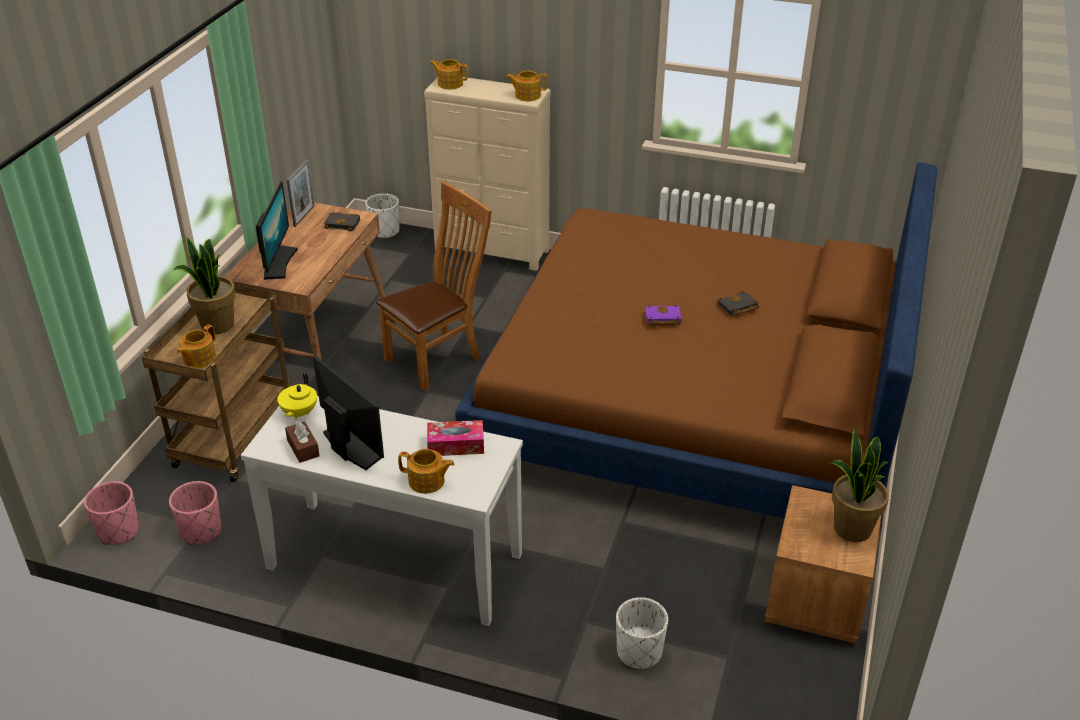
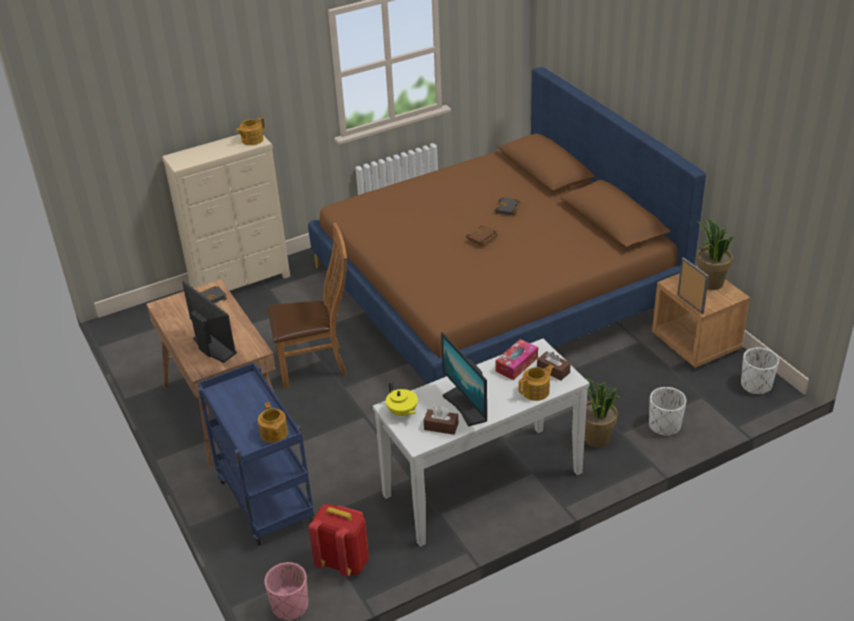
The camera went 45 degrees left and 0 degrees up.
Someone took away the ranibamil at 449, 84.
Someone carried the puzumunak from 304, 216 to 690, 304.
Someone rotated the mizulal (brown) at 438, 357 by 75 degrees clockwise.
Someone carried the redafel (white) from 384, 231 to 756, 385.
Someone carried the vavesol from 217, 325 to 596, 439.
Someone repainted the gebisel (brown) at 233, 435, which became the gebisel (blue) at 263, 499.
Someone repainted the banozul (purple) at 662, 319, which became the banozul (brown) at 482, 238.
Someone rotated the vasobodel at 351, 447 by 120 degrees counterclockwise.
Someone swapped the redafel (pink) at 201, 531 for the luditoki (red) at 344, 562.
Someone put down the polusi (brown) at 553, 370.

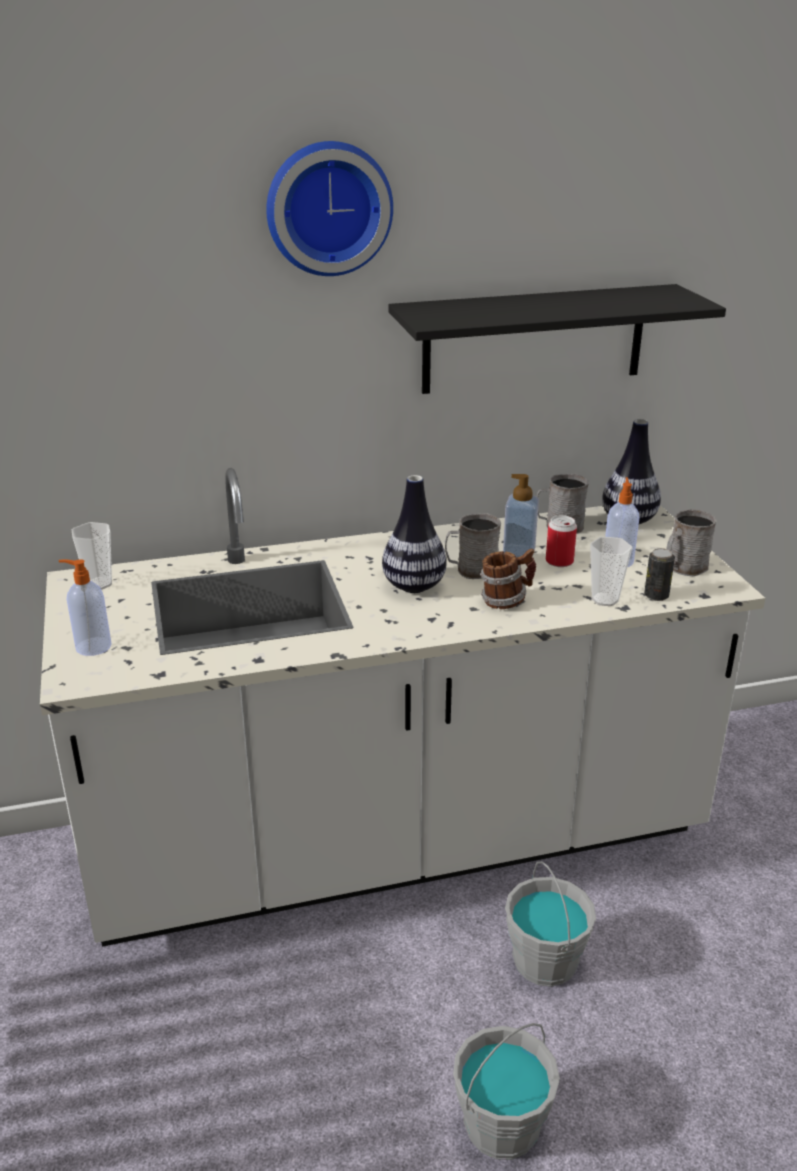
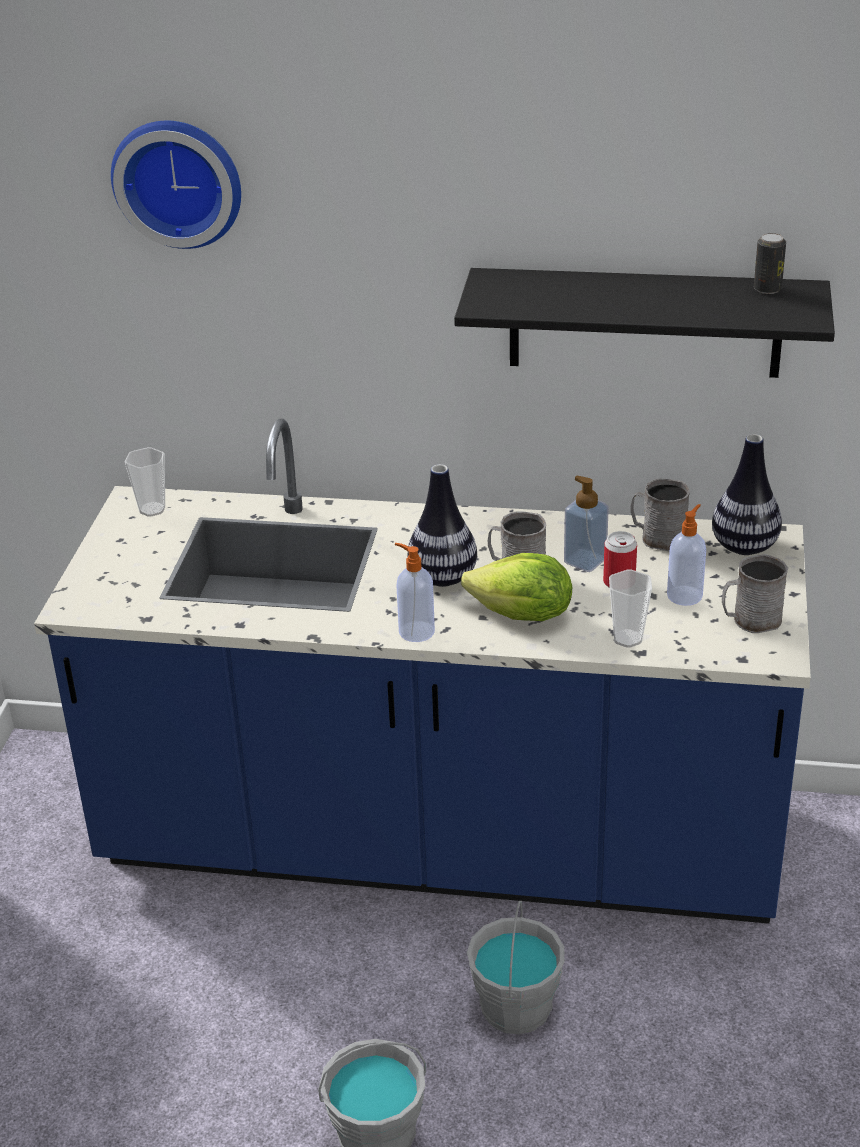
The camera went 25 degrees right and 5 degrees up.
Someone carried the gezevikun from 328, 208 to 179, 181.
Someone repainted the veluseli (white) at 398, 844, which became the veluseli (blue) at 440, 847.
Someone swapped the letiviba at 506, 601 for the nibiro at 522, 616.
Someone carried the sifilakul from 656, 595 to 767, 289.
Someone carried the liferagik from 92, 646 to 415, 631.

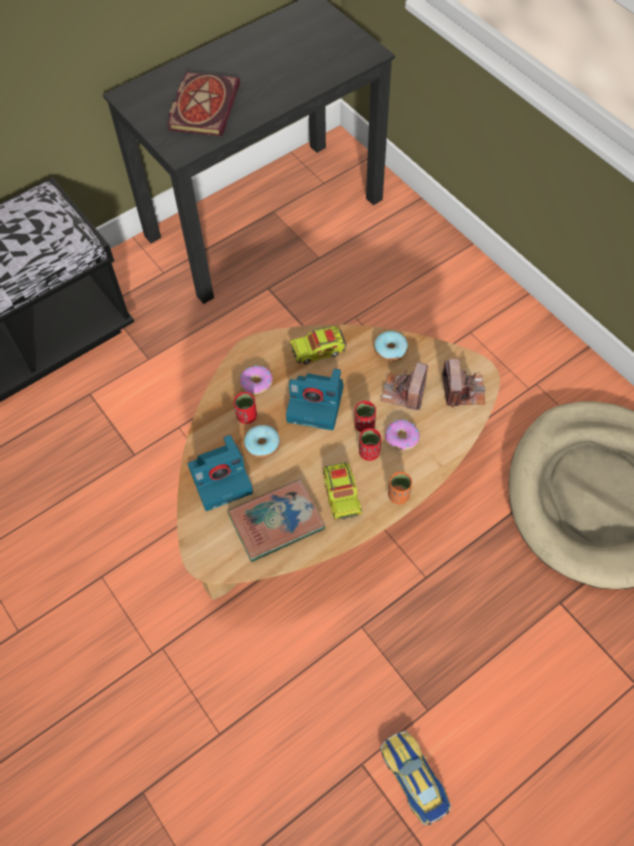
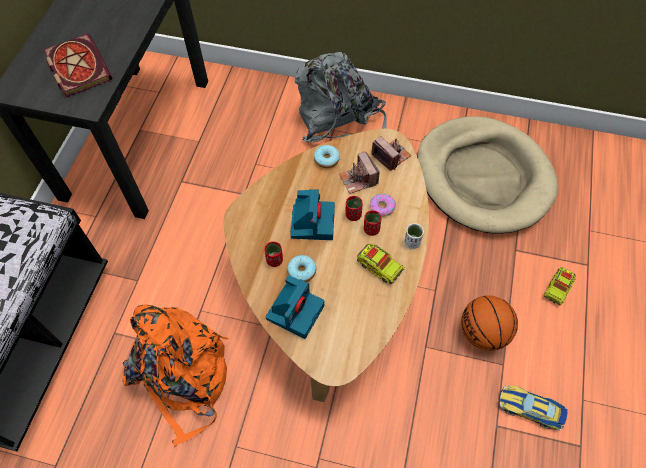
The camera went 40 degrees left and 0 degrees up.
Someone carried the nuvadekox from 318, 350 to 558, 288.
Someone took away the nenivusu at 256, 383.
Someone rotated the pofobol at 317, 404 by 60 degrees counterclockwise.
Someone repainted the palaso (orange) at 398, 495, which became the palaso (white) at 412, 242.
Someone took away the banozul at 276, 522.
Someone put down the luditoki (grey) at 339, 118.
Someone put down the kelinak at 483, 332.
Someone put down the luditoki (orange) at 182, 376.

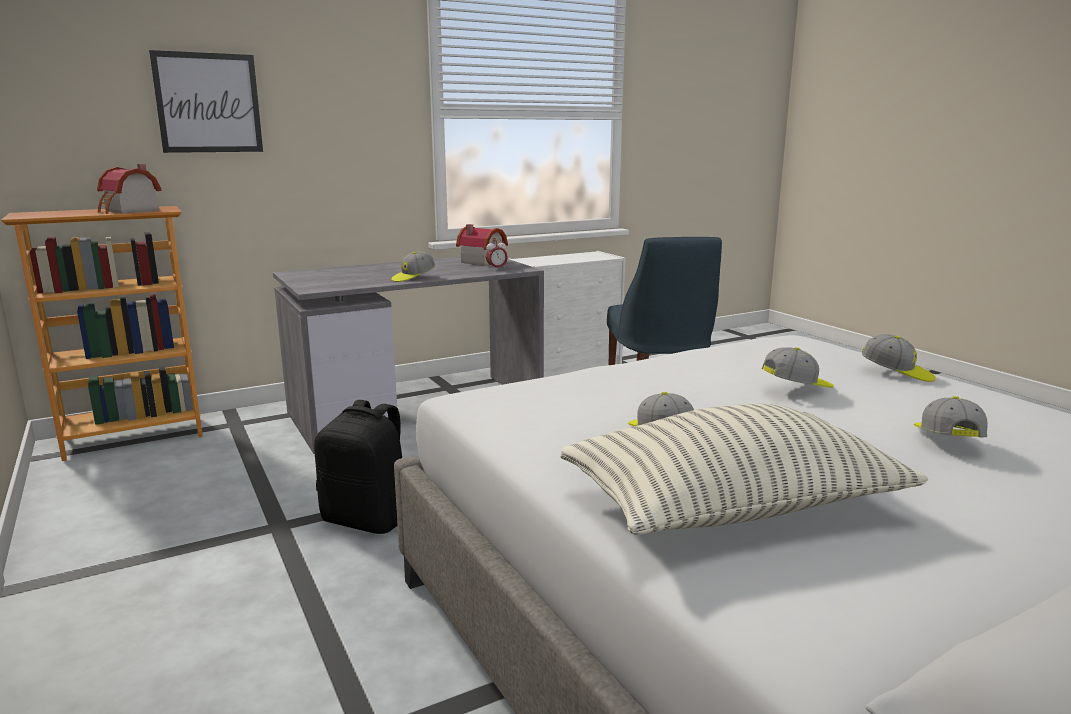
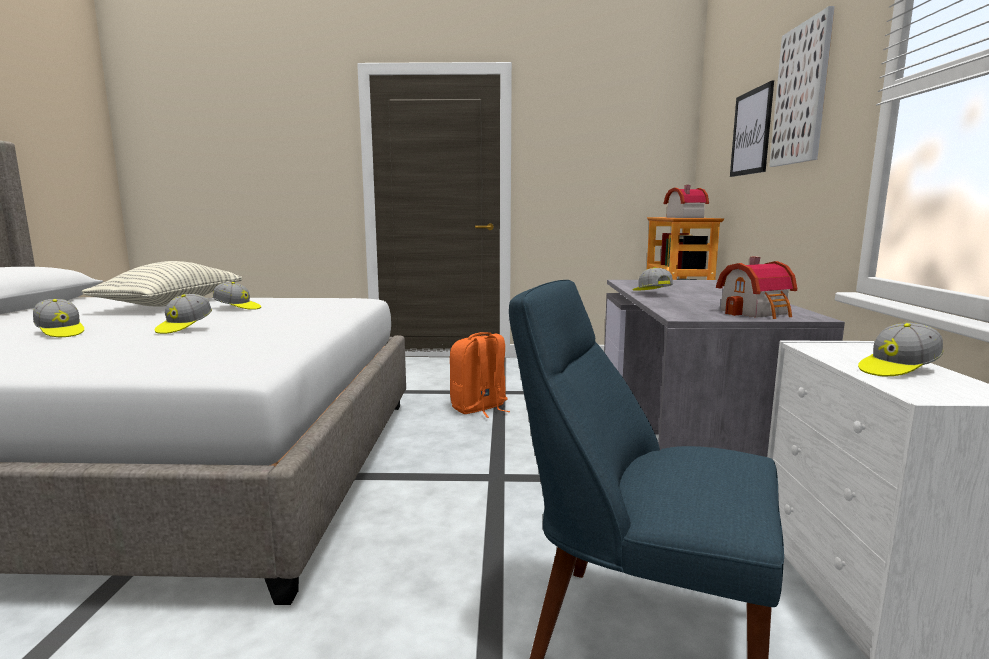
The camera went 120 degrees right and 5 degrees down.
Someone took away the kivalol at 496, 269.
Someone carried the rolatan from 896, 373 to 897, 369.
Someone repainted the luditoki (black) at 368, 519, which became the luditoki (orange) at 479, 408.
Someone put up the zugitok at 801, 94.

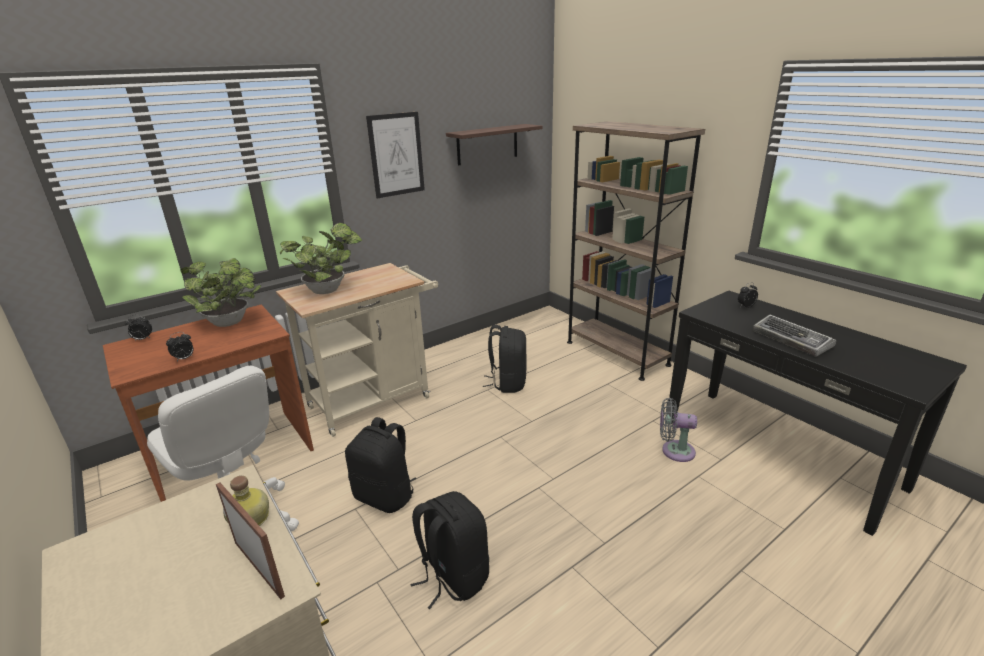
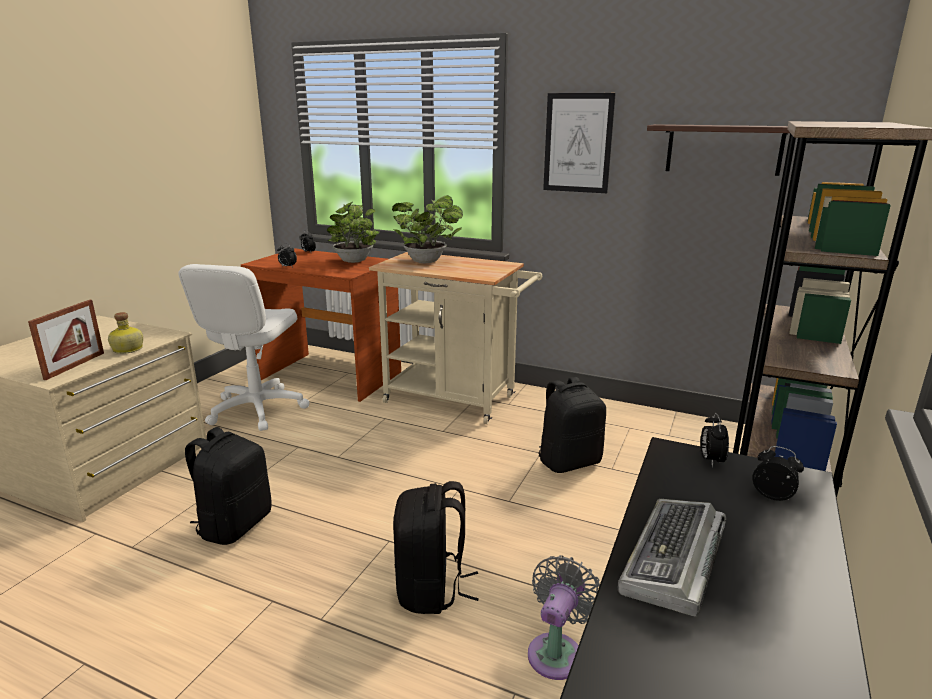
The camera went 60 degrees right and 5 degrees down.
Someone rotated the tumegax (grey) at 674, 451 by 45 degrees clockwise.
Someone carried the luditoki (black) from 385, 496 to 432, 589.
Someone put down the kivalol at 710, 460.

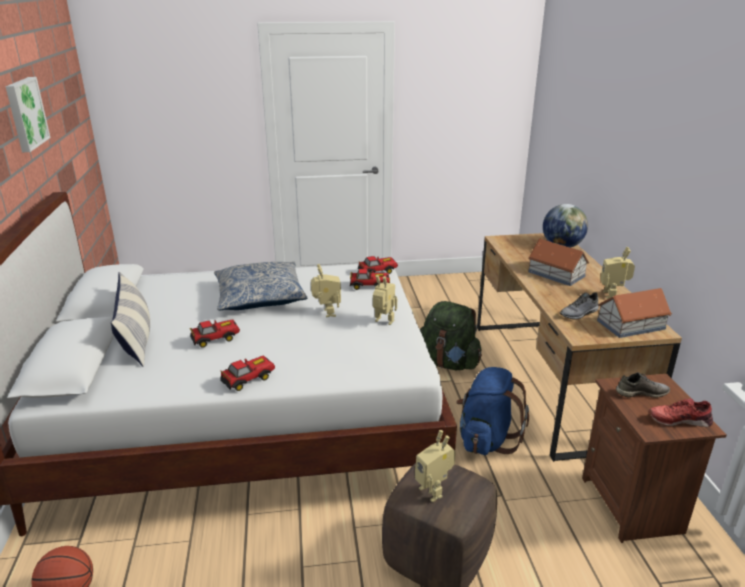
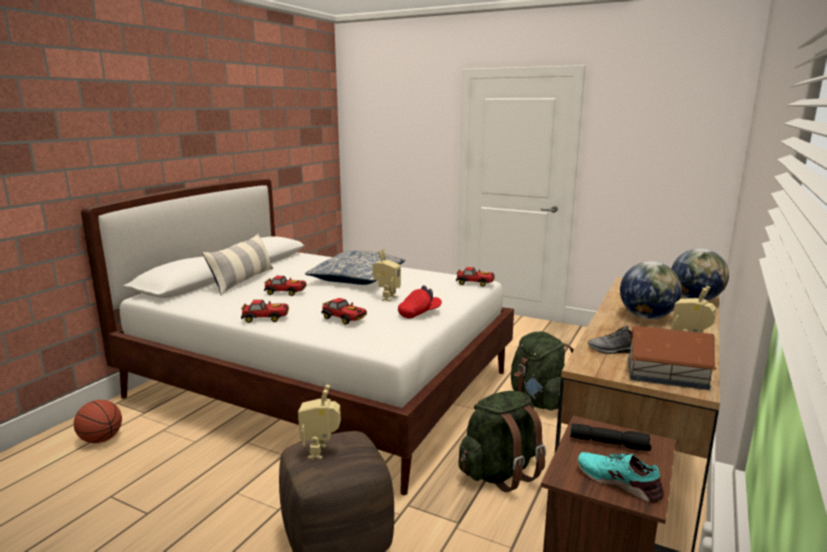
The camera went 35 degrees right and 10 degrees down.
Someone took away the zugitok at 25, 113.
Someone swapped the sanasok at 556, 273 for the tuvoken at 646, 317.
Someone carried the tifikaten from 370, 285 to 344, 319.
Someone swapped the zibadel at 383, 322 for the rolatan (red) at 419, 313.
Someone repainted the luditoki (blue) at 486, 439, which became the luditoki (green) at 500, 472.
Someone swapped the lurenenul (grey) at 641, 392 for the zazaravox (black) at 609, 443.
Someone repainted the lurenenul (red) at 679, 420, which became the lurenenul (turquoise) at 619, 481.

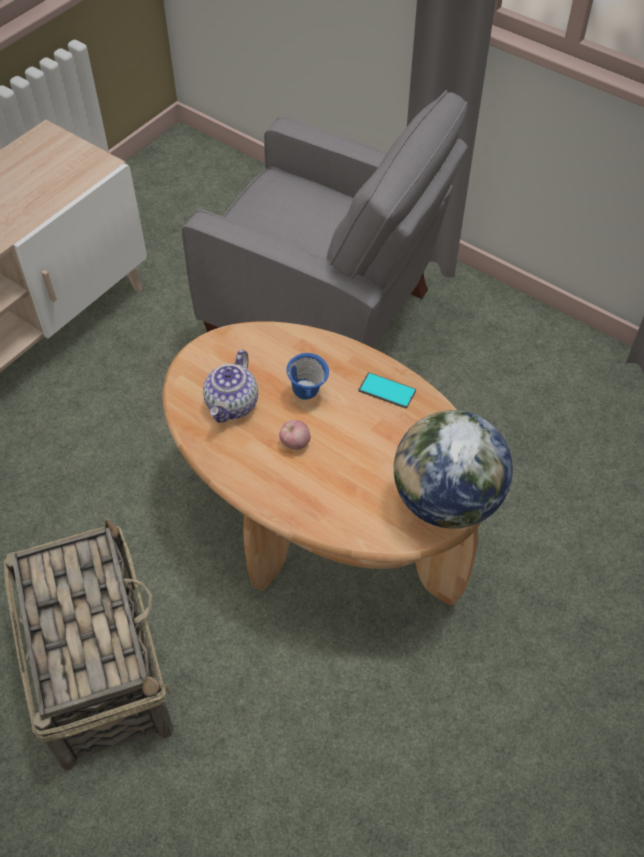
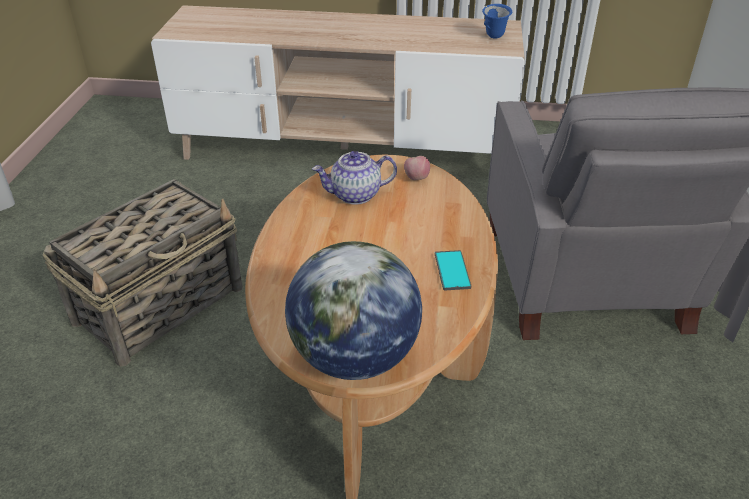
The camera went 60 degrees right and 15 degrees down.
Someone carried the letiviba (blue) from 308, 395 to 494, 37.
Someone carried the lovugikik from 295, 443 to 416, 178.

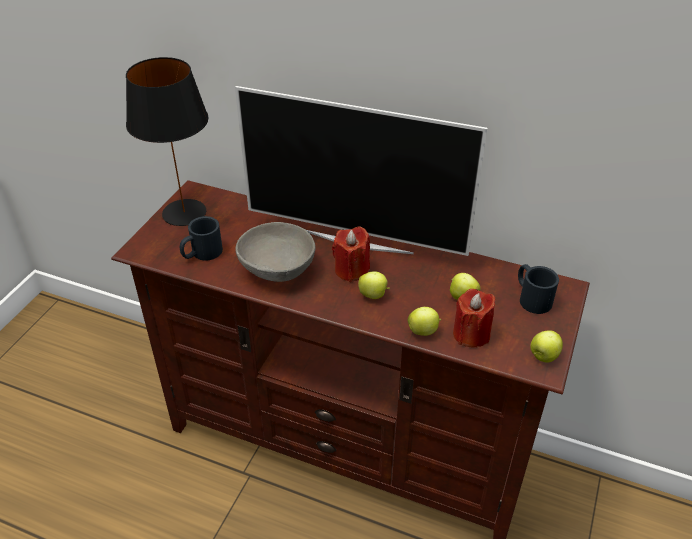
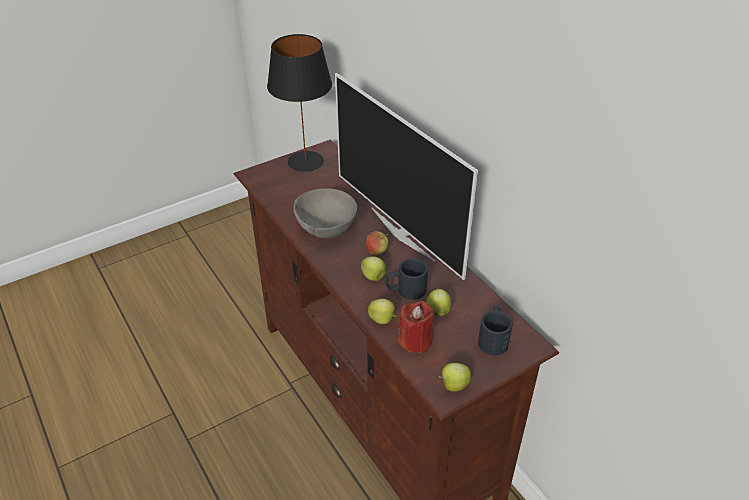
The camera went 35 degrees right and 0 degrees up.
Someone carried the letiviba (black) from 201, 254 to 405, 290.
Someone swapped the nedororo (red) at 351, 270 for the lovugikik at 377, 252.

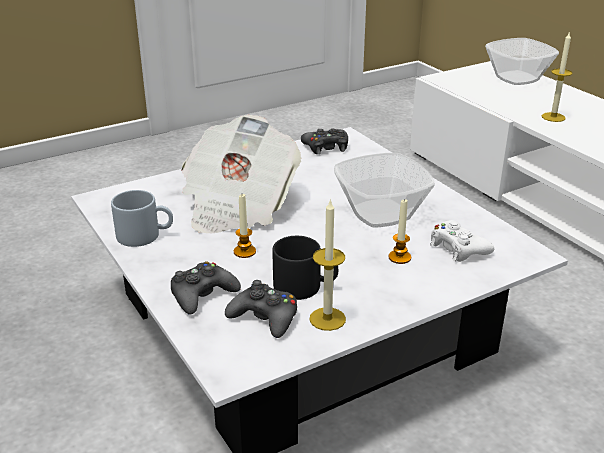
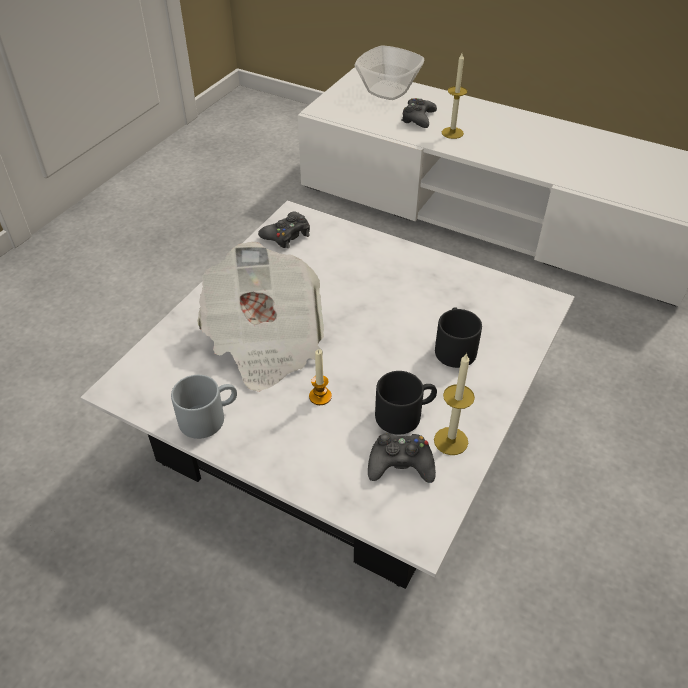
The camera went 30 degrees left and 15 degrees up.
Someone took away the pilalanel at 382, 214.
Someone swapped the nedororo at 399, 257 for the letiviba (black) at 453, 347.
Someone took away the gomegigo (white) at 458, 248.
Someone carried the gomegigo (black) from 202, 295 to 418, 118.

